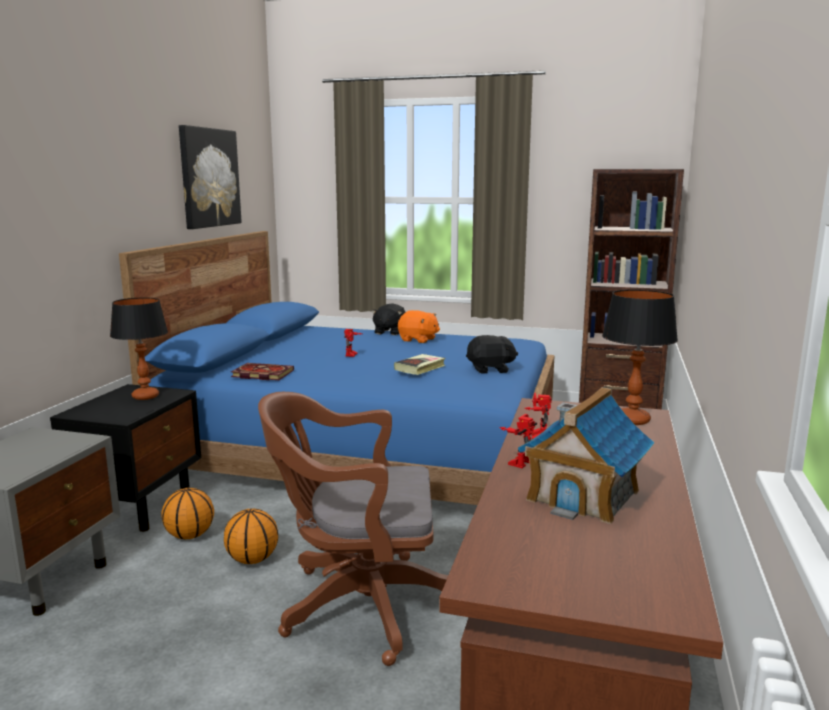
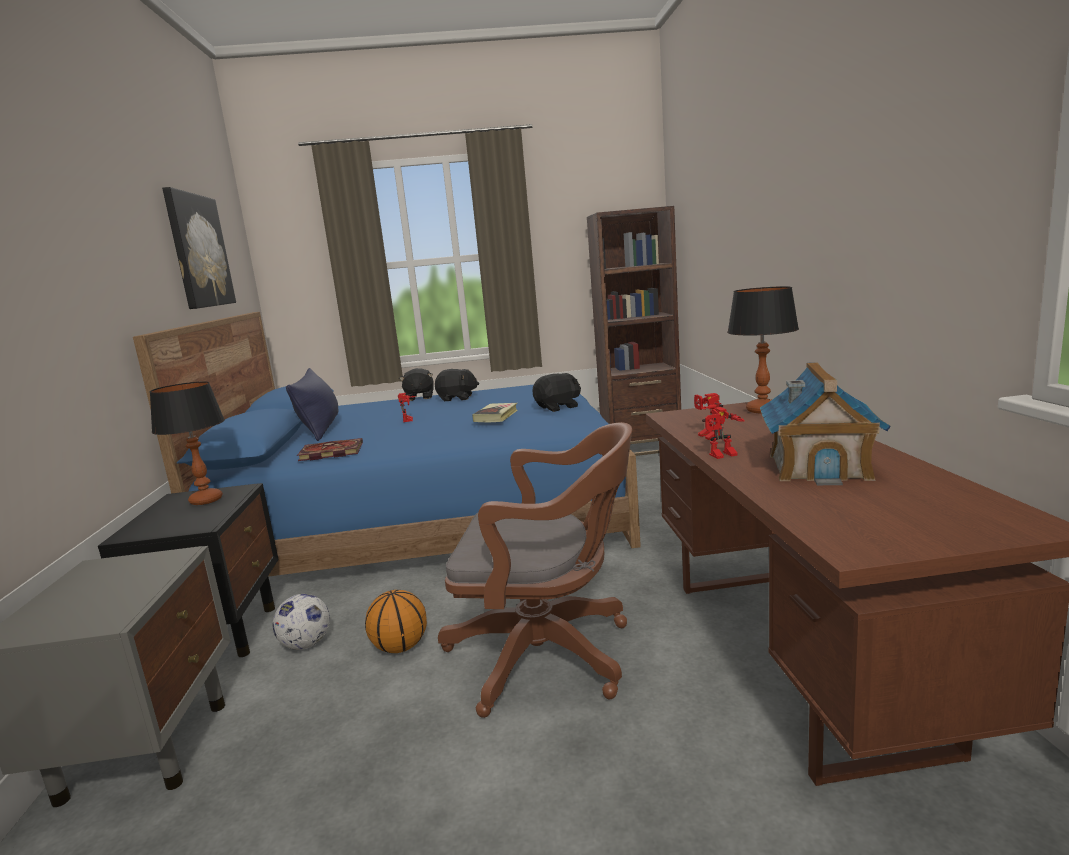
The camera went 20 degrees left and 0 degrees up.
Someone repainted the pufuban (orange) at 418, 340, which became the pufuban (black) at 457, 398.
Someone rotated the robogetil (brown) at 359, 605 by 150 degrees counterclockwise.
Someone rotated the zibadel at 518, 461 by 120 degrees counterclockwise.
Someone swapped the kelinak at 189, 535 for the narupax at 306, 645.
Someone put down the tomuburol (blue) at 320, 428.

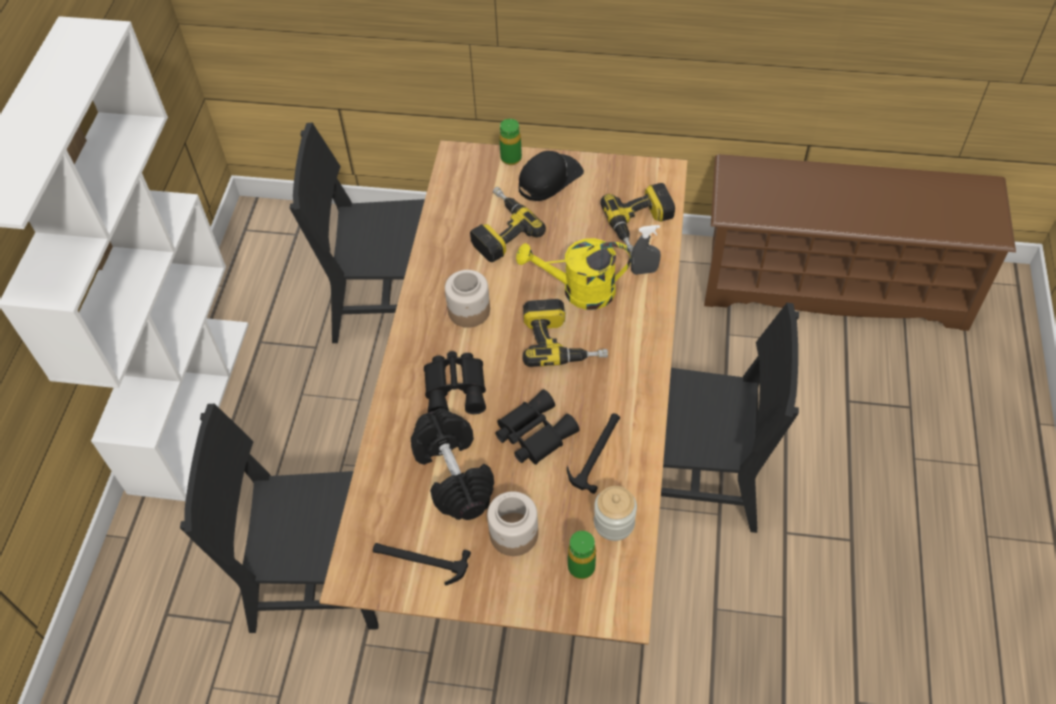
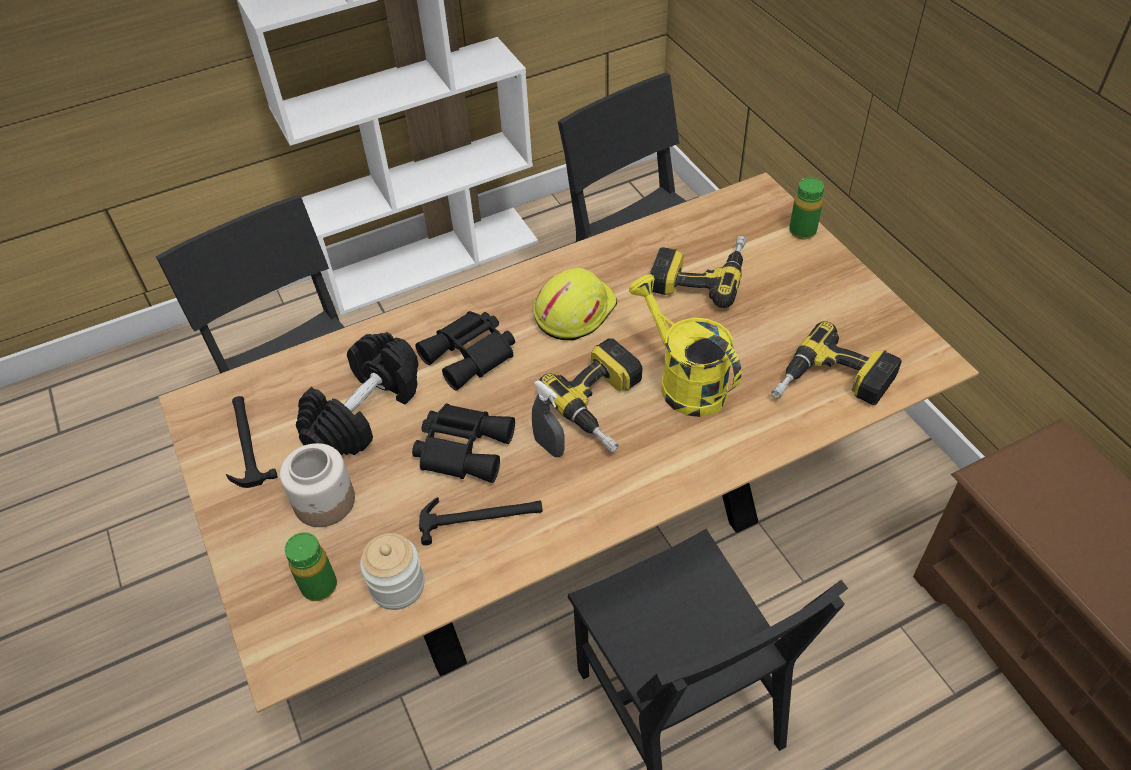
The camera went 55 degrees right and 5 degrees down.
Someone took away the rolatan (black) at 549, 179.
Someone carried the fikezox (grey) from 644, 271 to 549, 447.
Someone swapped the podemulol at 468, 311 for the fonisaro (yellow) at 573, 311.

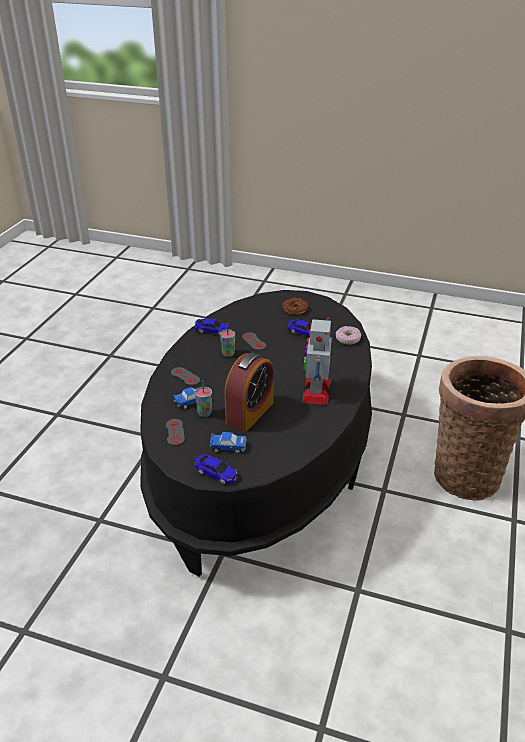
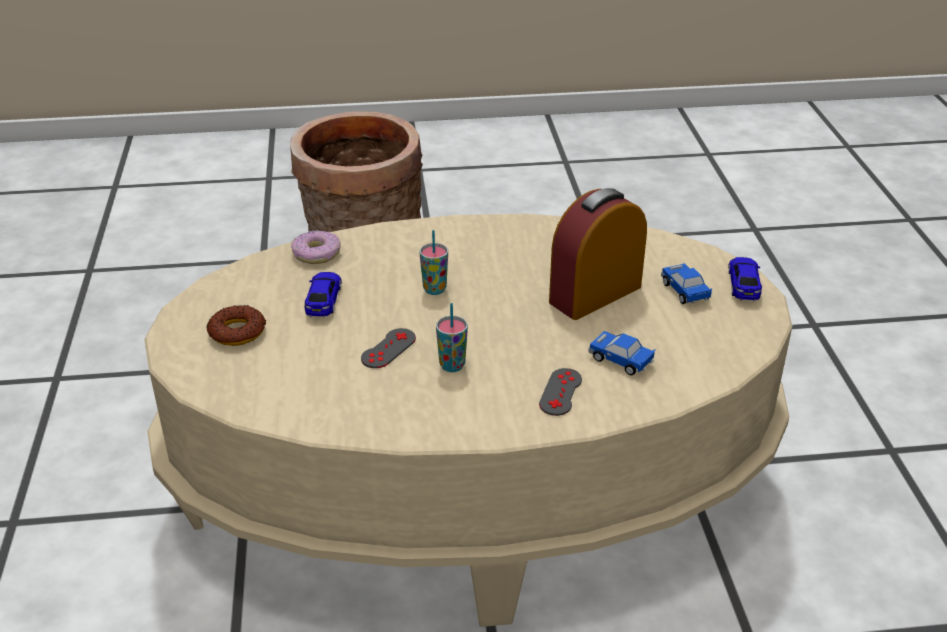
The camera went 115 degrees left and 0 degrees up.
Someone repainted the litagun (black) at 262, 463, which became the litagun (beige) at 473, 487.
Someone took away the zibadel at 316, 391.
Someone took away the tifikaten at 212, 331.
Someone rotated the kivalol at 250, 413 by 45 degrees counterclockwise.
Someone carried the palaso from 204, 413 to 434, 289.
Someone took away the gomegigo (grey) at 175, 432.

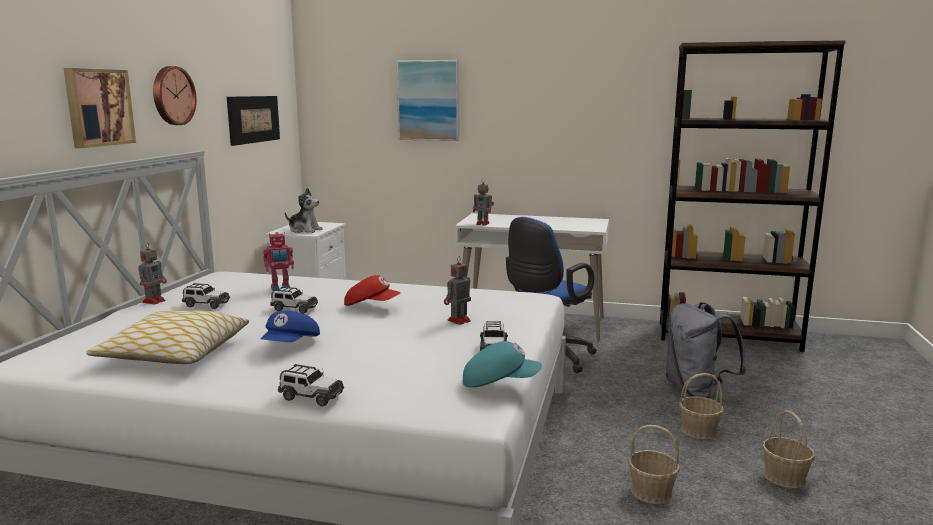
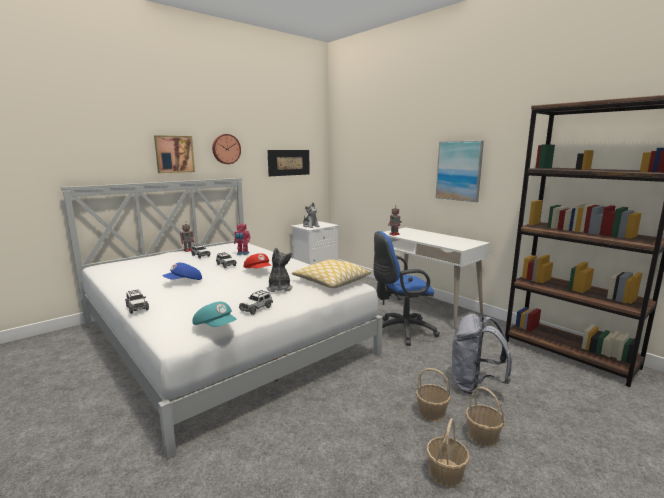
The camera went 35 degrees right and 0 degrees up.
Someone carried the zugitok from 428, 100 to 459, 171.
Someone swapped the zibadel at 458, 321 for the pufuban at 279, 288.
Someone carried the tomuburol from 174, 353 to 331, 282.
Someone carried the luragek from 651, 492 to 482, 436.

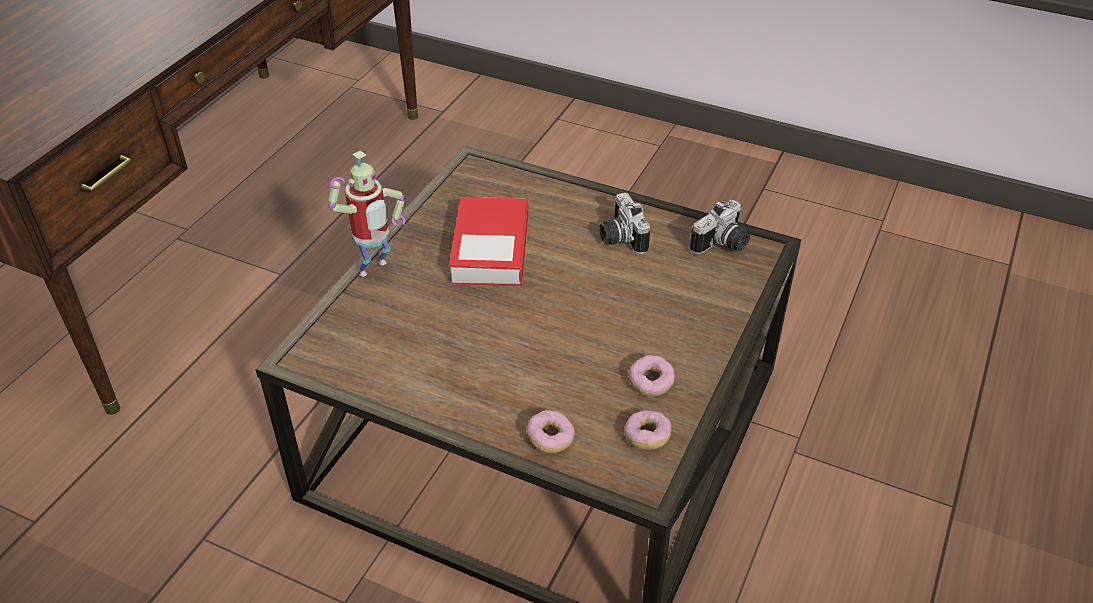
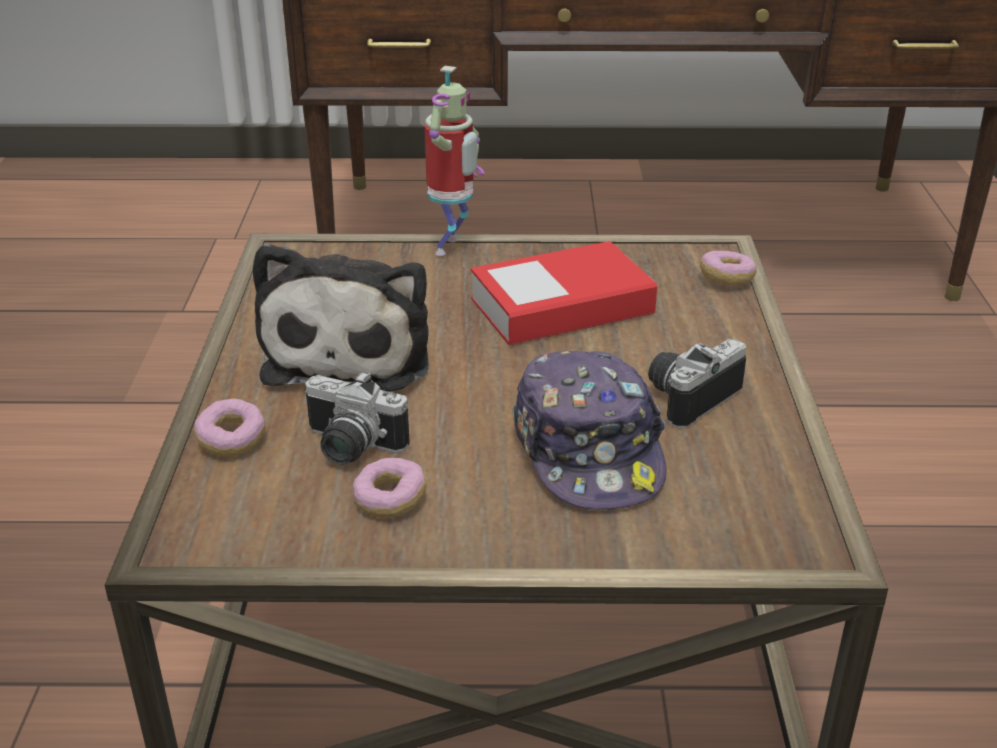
The camera went 65 degrees right and 10 degrees down.
Someone rotated the zibadel at 375, 271 by 90 degrees counterclockwise.
Someone carried the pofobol from 723, 245 to 349, 448.
Someone carried the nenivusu from 647, 437 to 726, 278.
Someone put down the pufuban at 351, 351.
Someone put down the rolatan at 589, 451.

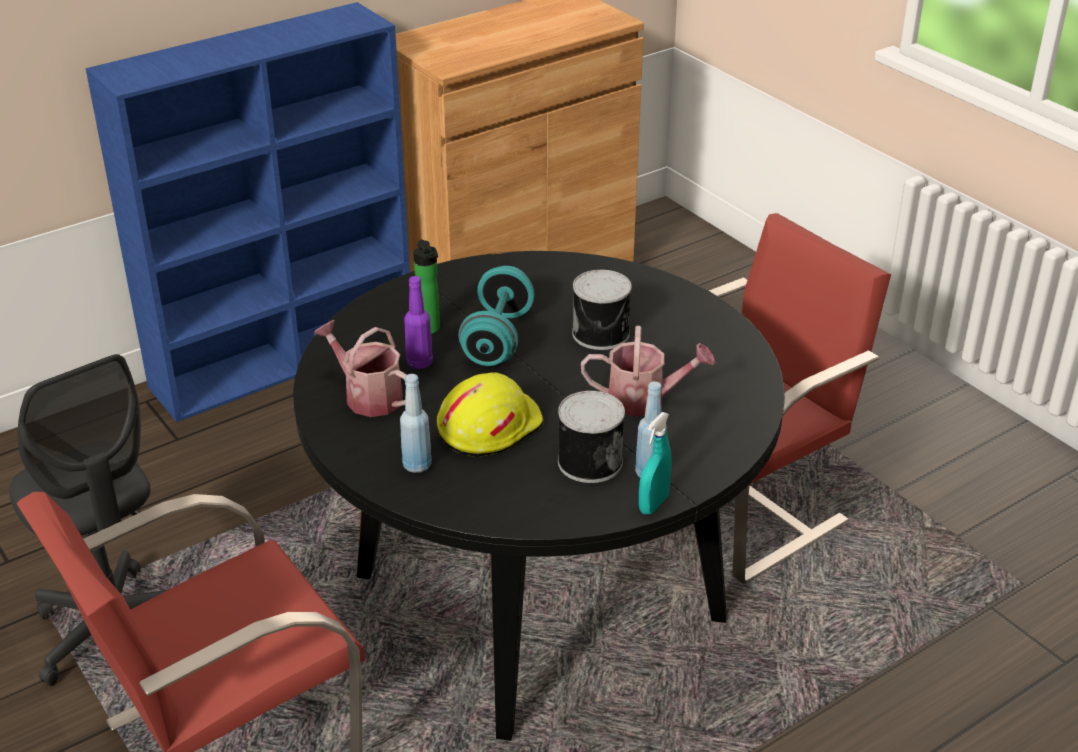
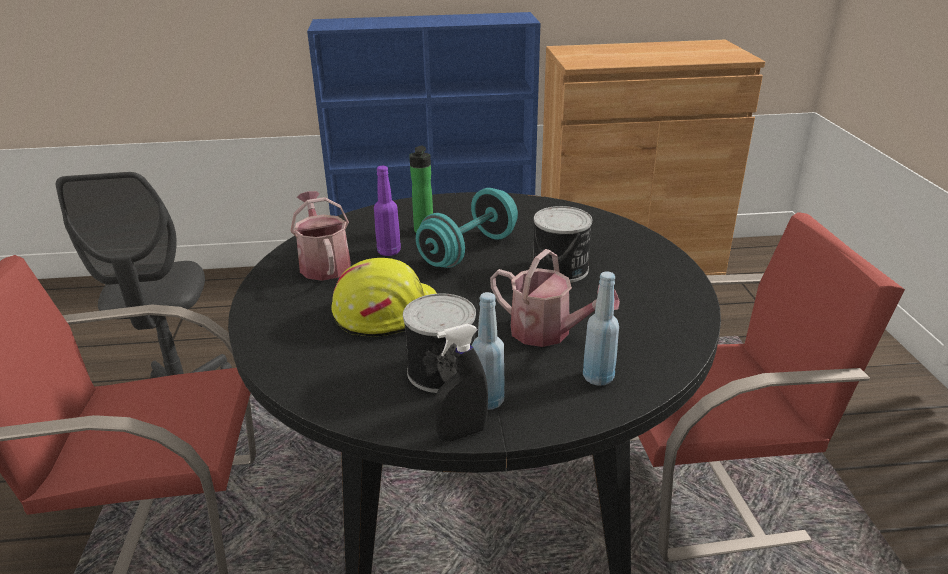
The camera went 30 degrees right and 5 degrees down.
Someone carried the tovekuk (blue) from 417, 465 to 598, 377.
Someone repainted the fikezox (turquoise) at 653, 504, which became the fikezox (black) at 462, 433.

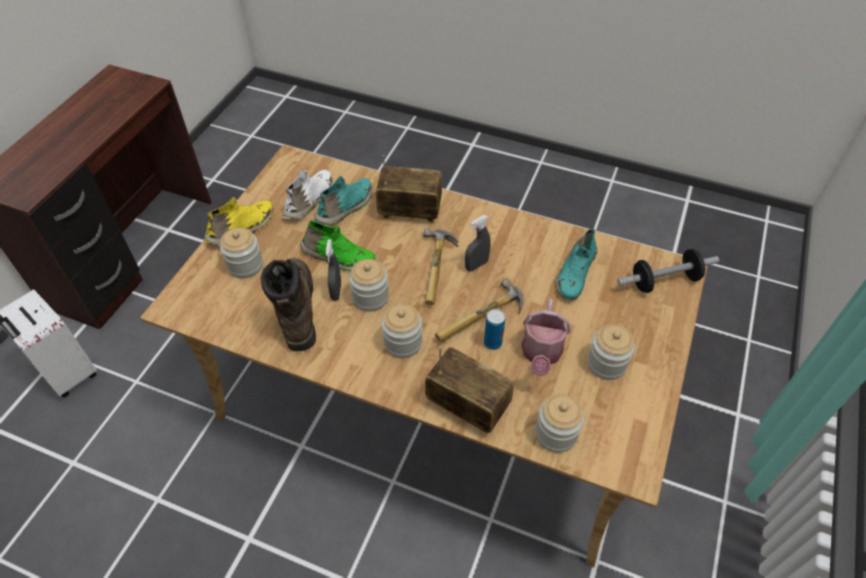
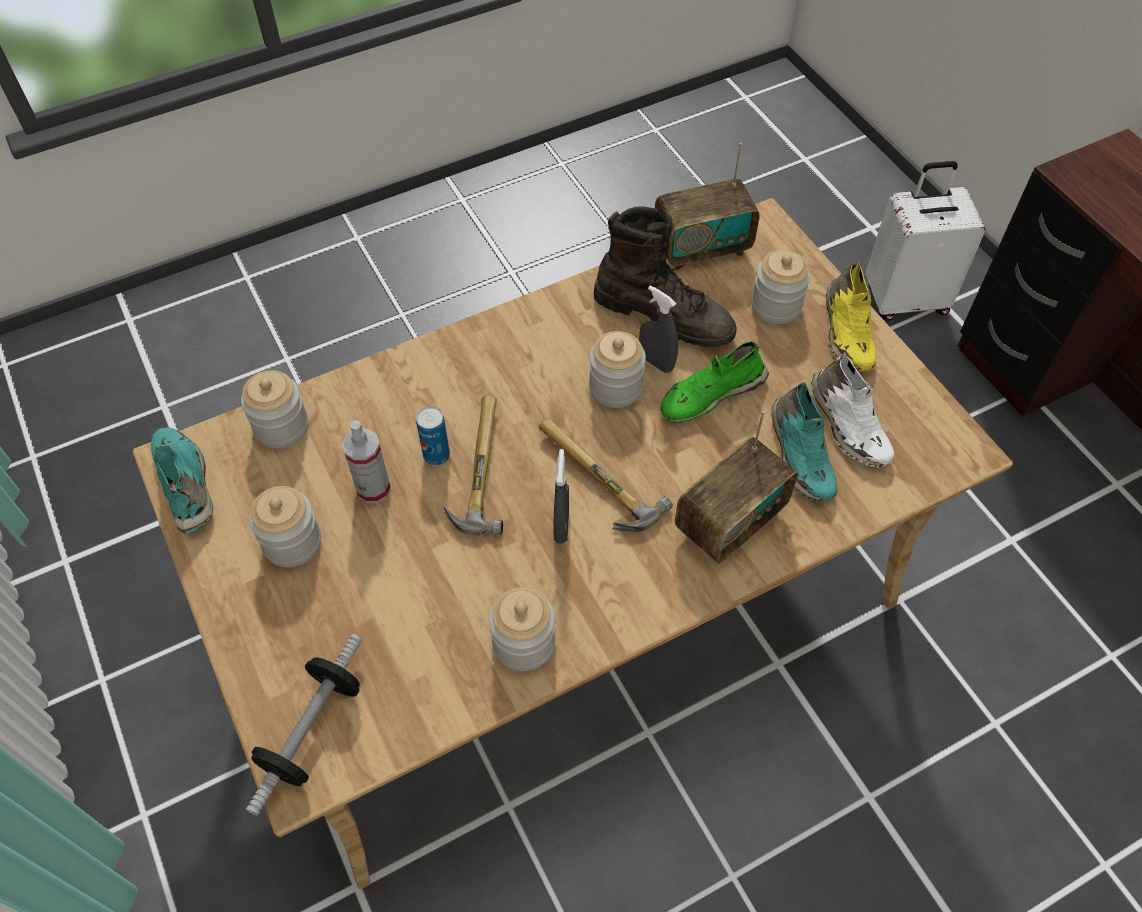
The camera went 130 degrees right and 5 degrees up.
Someone carried the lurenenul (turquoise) from 575, 273 to 186, 484.
Someone swapped the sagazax at 541, 354 for the fikezox at 373, 489.
Someone carried the podemulol from 403, 342 to 523, 643.
Someone carried the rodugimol from 467, 406 to 701, 248.

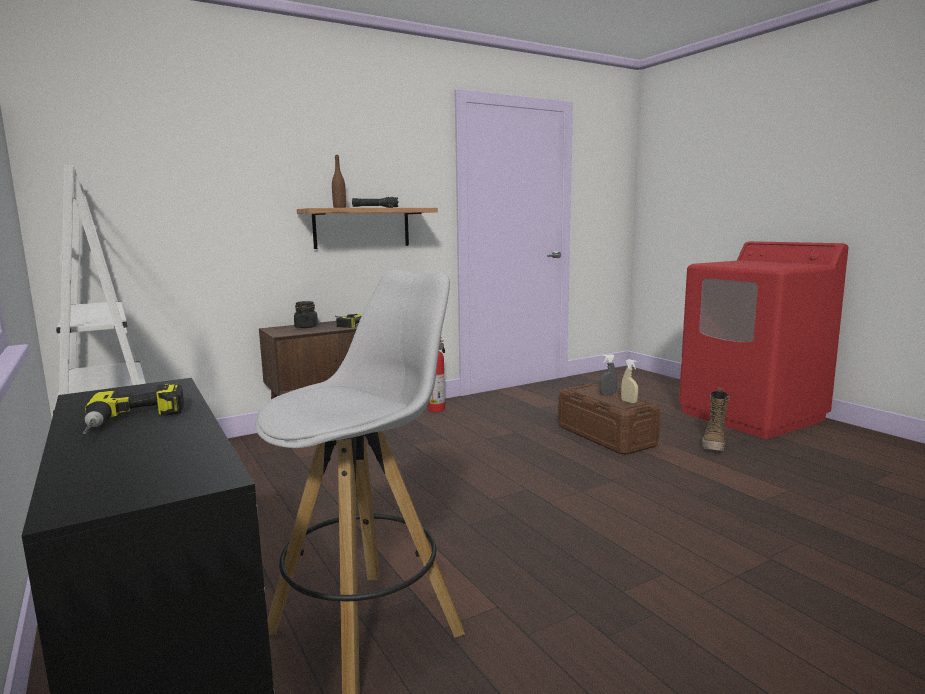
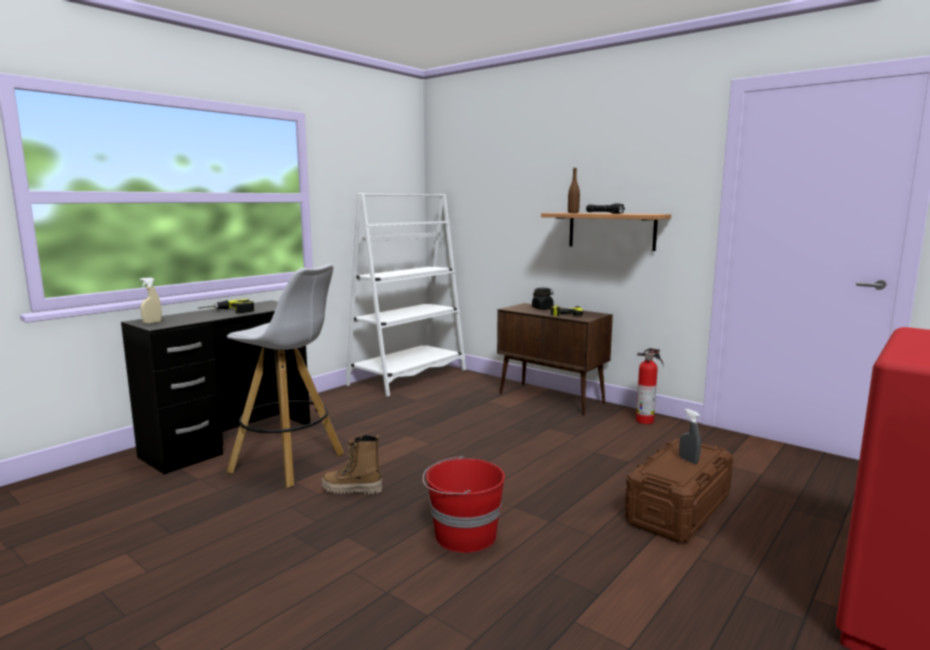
The camera went 70 degrees right and 0 degrees up.
Someone carried the fikezox (beige) from 629, 402 to 152, 322.
Someone carried the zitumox from 714, 444 to 352, 490.
Someone put down the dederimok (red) at 463, 536.

